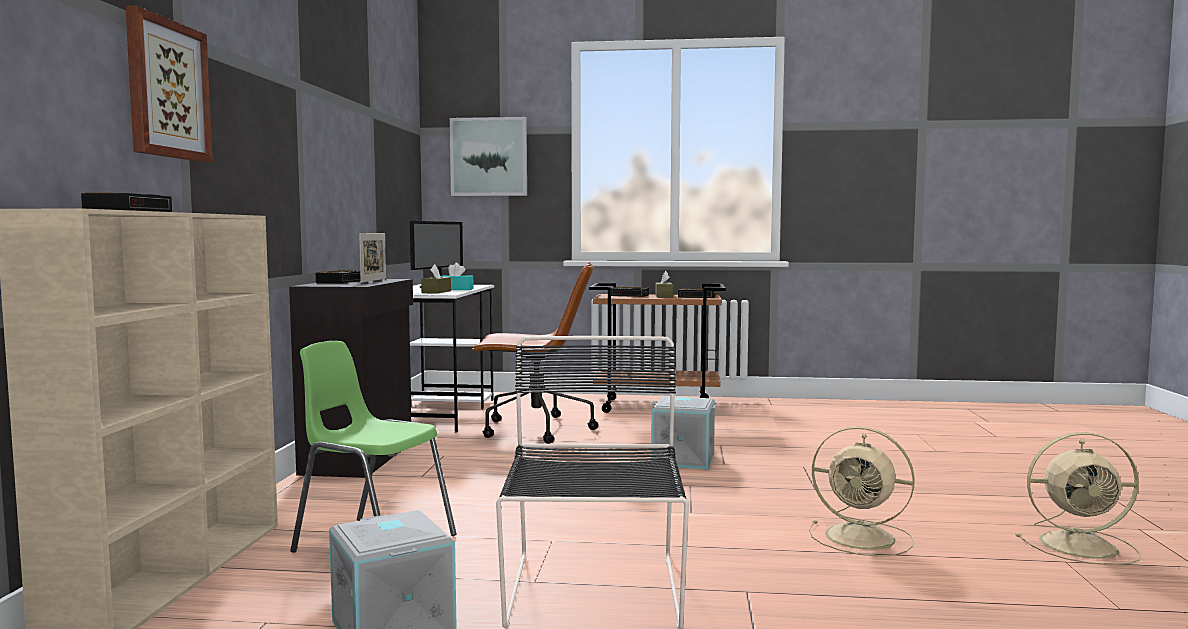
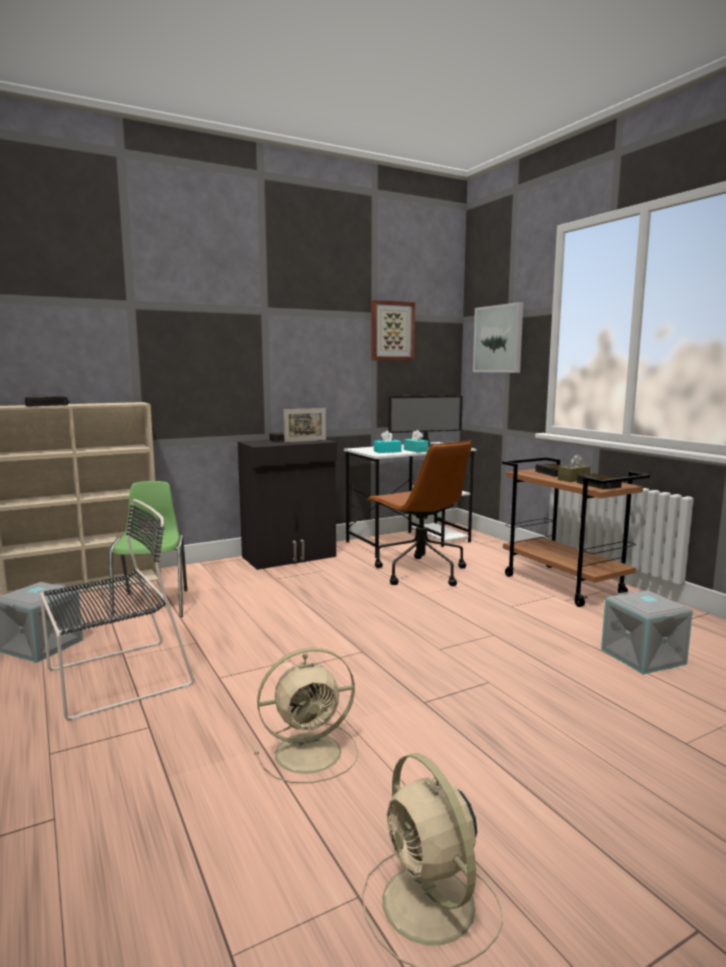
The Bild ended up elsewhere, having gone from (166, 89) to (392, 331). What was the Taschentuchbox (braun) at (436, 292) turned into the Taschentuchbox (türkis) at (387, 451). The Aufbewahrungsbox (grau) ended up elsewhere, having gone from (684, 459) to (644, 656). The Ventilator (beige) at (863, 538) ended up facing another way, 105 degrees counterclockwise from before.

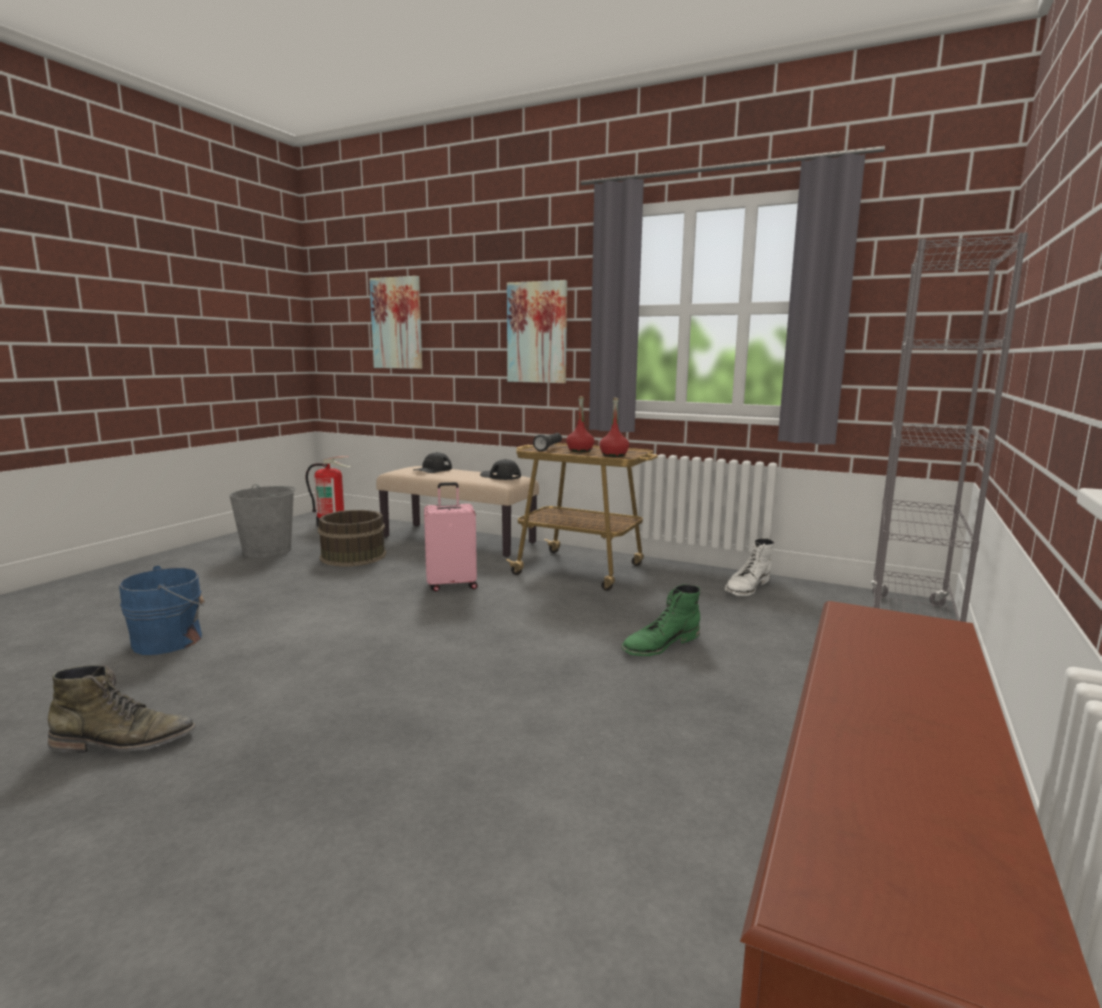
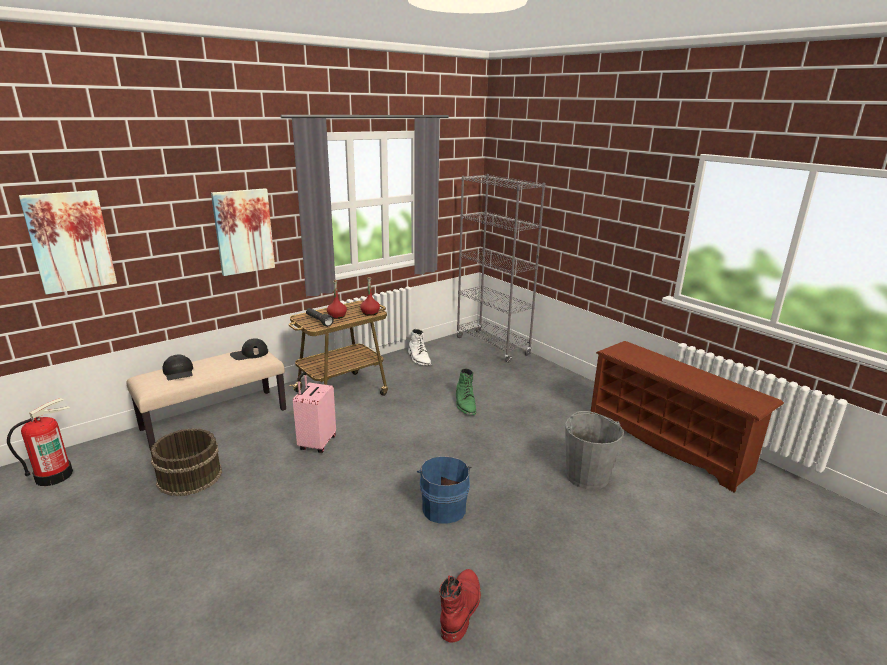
What was the Stiefel (grün) at (124, 742) turned into the Stiefel (rot) at (461, 608). The Eimer (blau) ended up elsewhere, having gone from (171, 640) to (444, 507). The Eimer (grau) ended up elsewhere, having gone from (268, 551) to (586, 475).

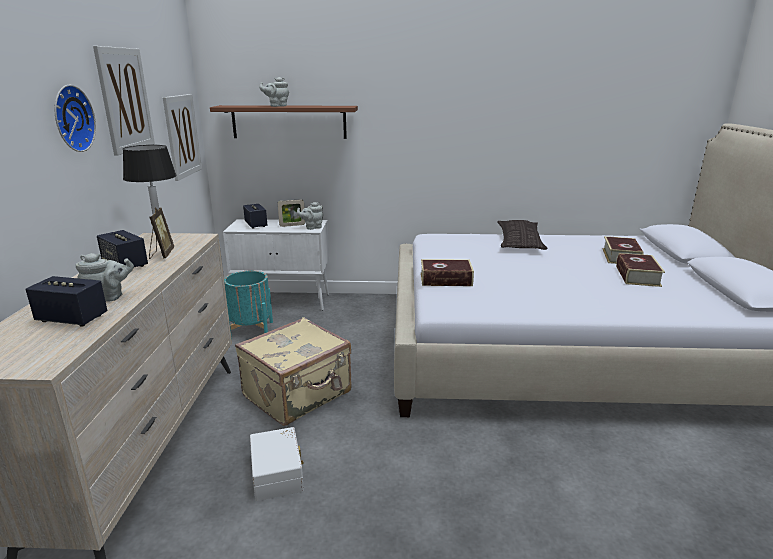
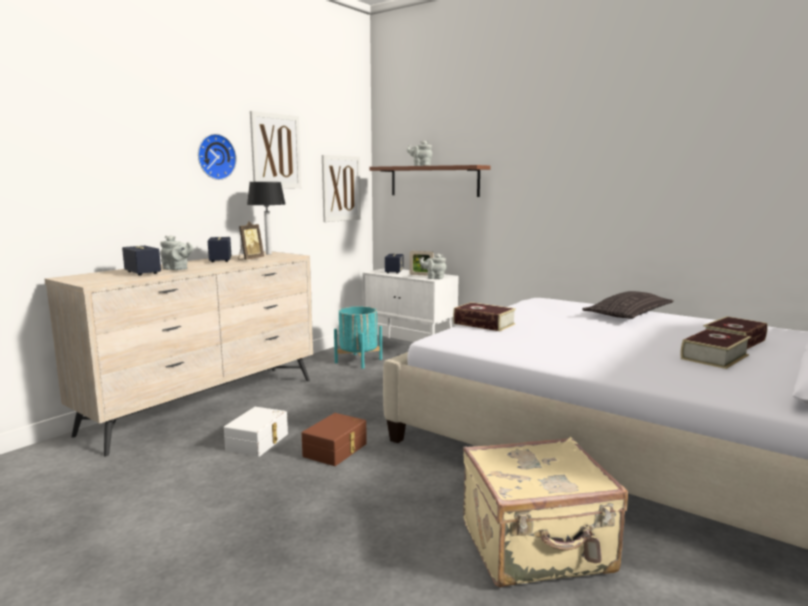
The Koffer (beige) ended up elsewhere, having gone from (298, 395) to (537, 549). The second view gained the Aufbewahrungsbox (braun) at (336, 450).

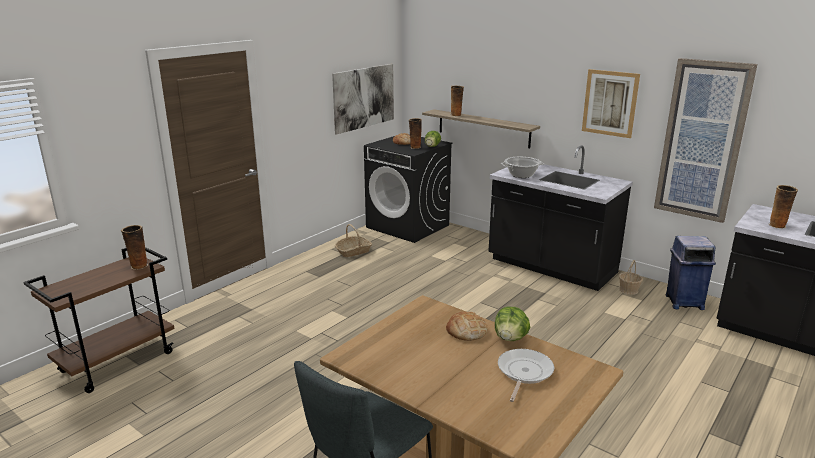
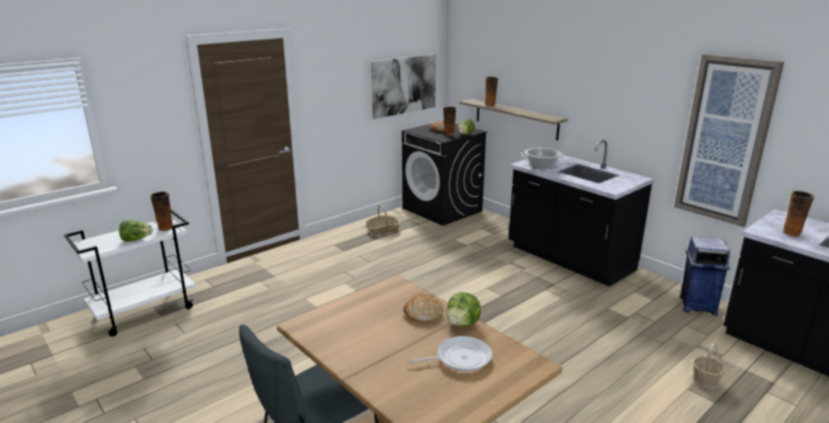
What was the Rollwagen (braun) at (118, 361) turned into the Rollwagen (weiß) at (145, 311). The Pfanne at (523, 372) ended up facing another way, 45 degrees clockwise from before. The second view lost the Bild at (610, 103). The Korb ended up elsewhere, having gone from (629, 290) to (705, 381). The second view gained the Salatkopf at (136, 239).

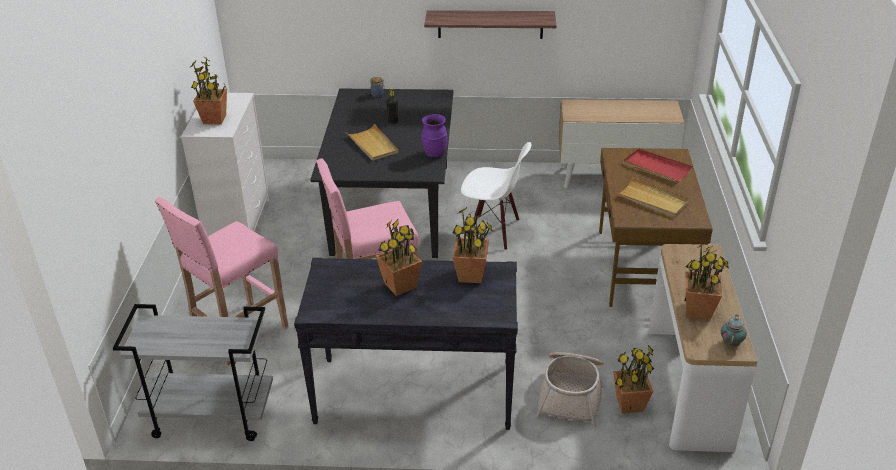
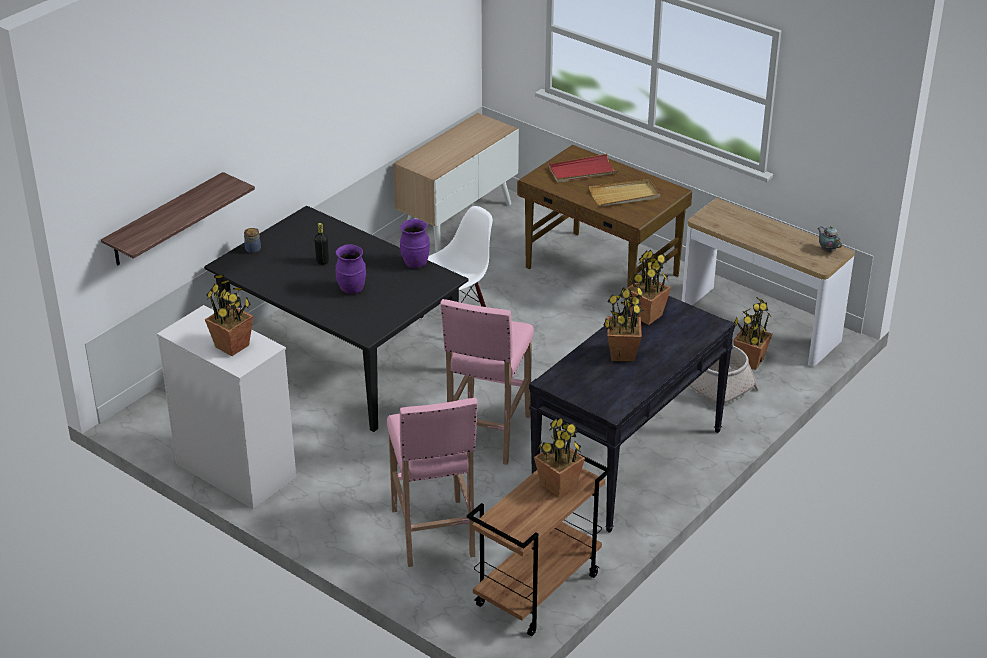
What was the Rollwagen (grau) at (210, 417) turned into the Rollwagen (braun) at (537, 591). Where the Tablett (beige) stood at (373, 145), the Vase (lila) came to stand at (352, 289). The Wandregal ended up elsewhere, having gone from (490, 24) to (165, 220). The Topfpflanze ended up elsewhere, having gone from (698, 310) to (558, 485).

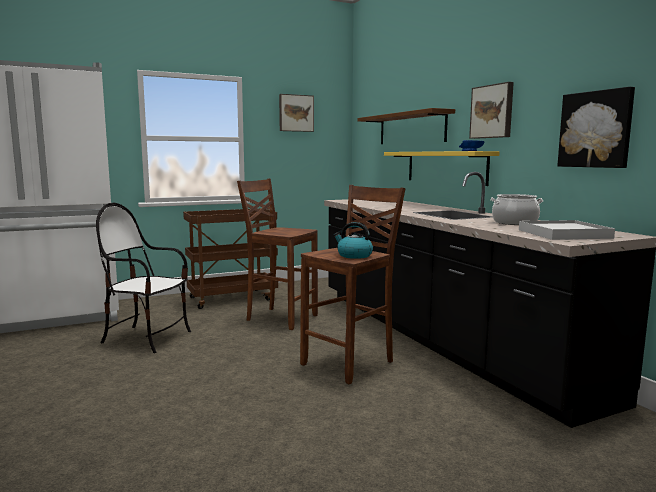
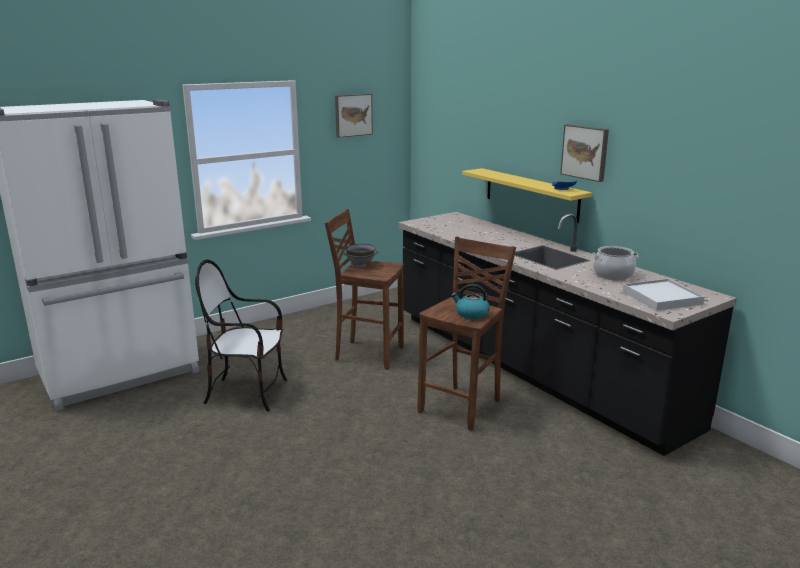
The second view lost the Rollwagen (braun) at (233, 298). The second view lost the Wandregal (braun) at (411, 128). The second view lost the Bild at (596, 129). The second view gained the Schüssel (grau) at (361, 265).

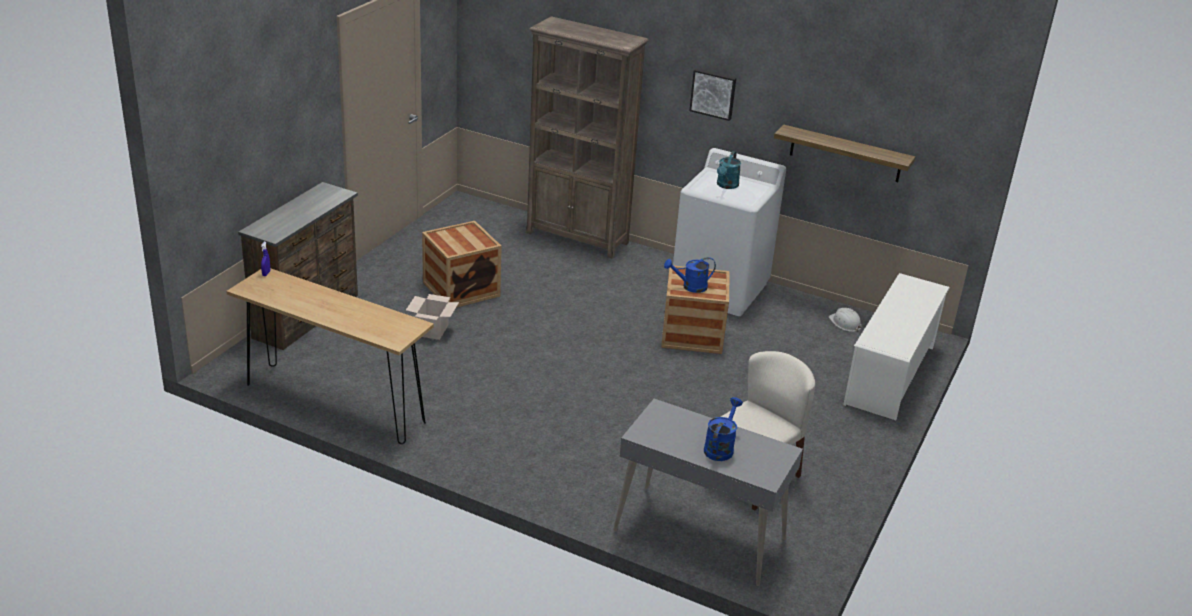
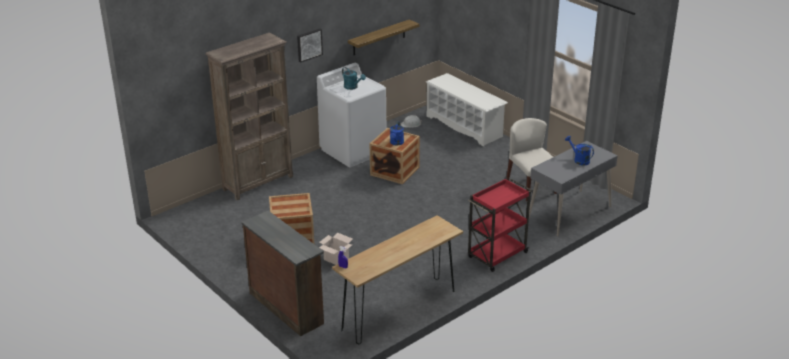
The second view gained the Rollwagen (rot) at (496, 255).

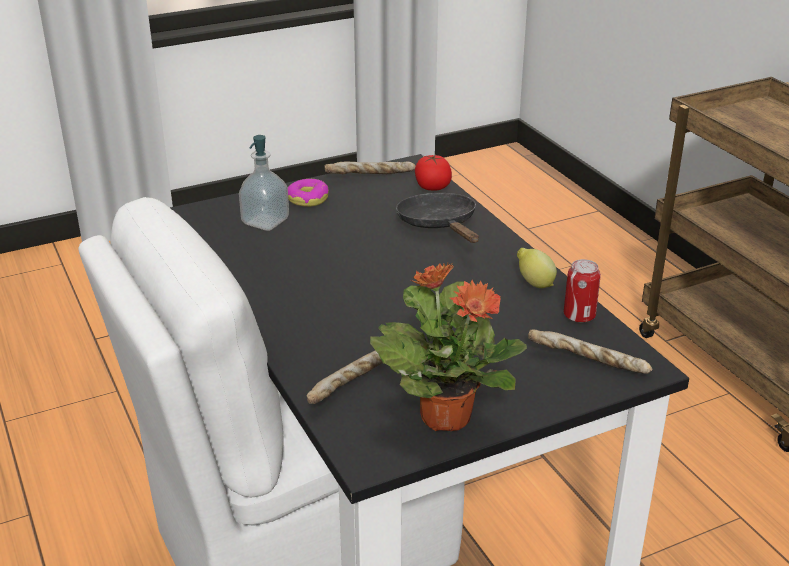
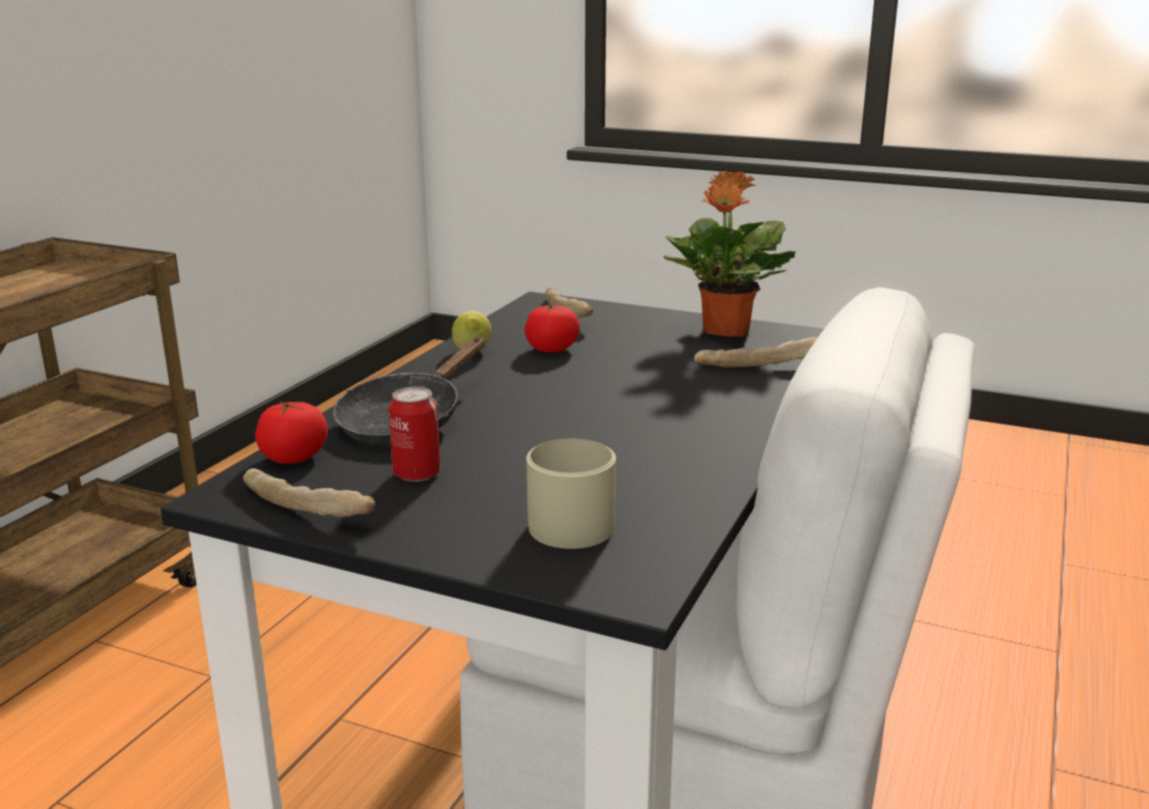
Where the Seifenspender stood at (265, 222), the Henkelbecher (beige) came to stand at (569, 521). The second view lost the Donut at (308, 199). The Dose ended up elsewhere, having gone from (579, 316) to (417, 474). The second view gained the Tomate at (552, 349).

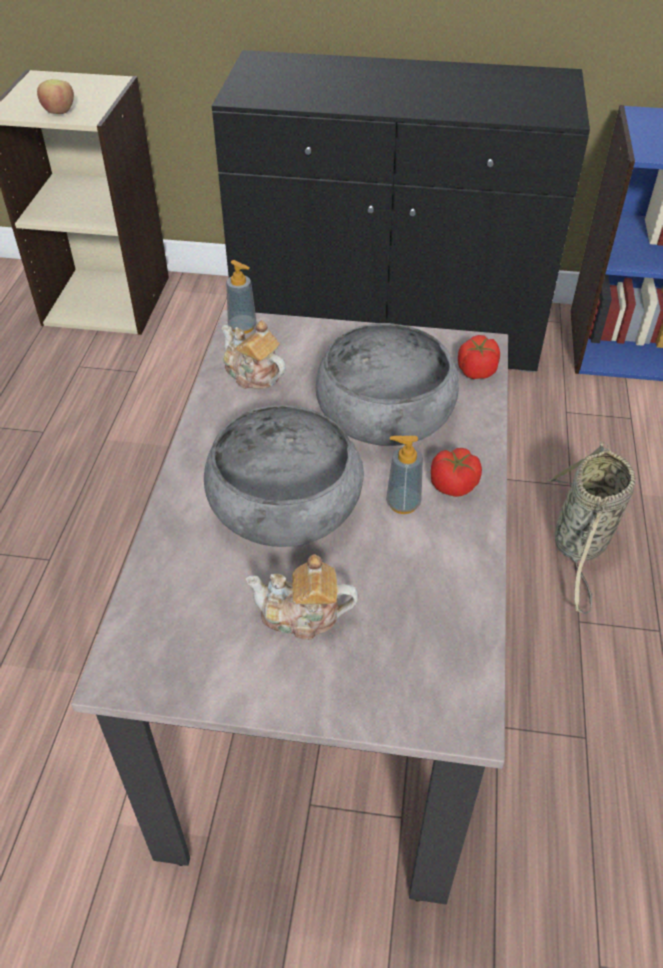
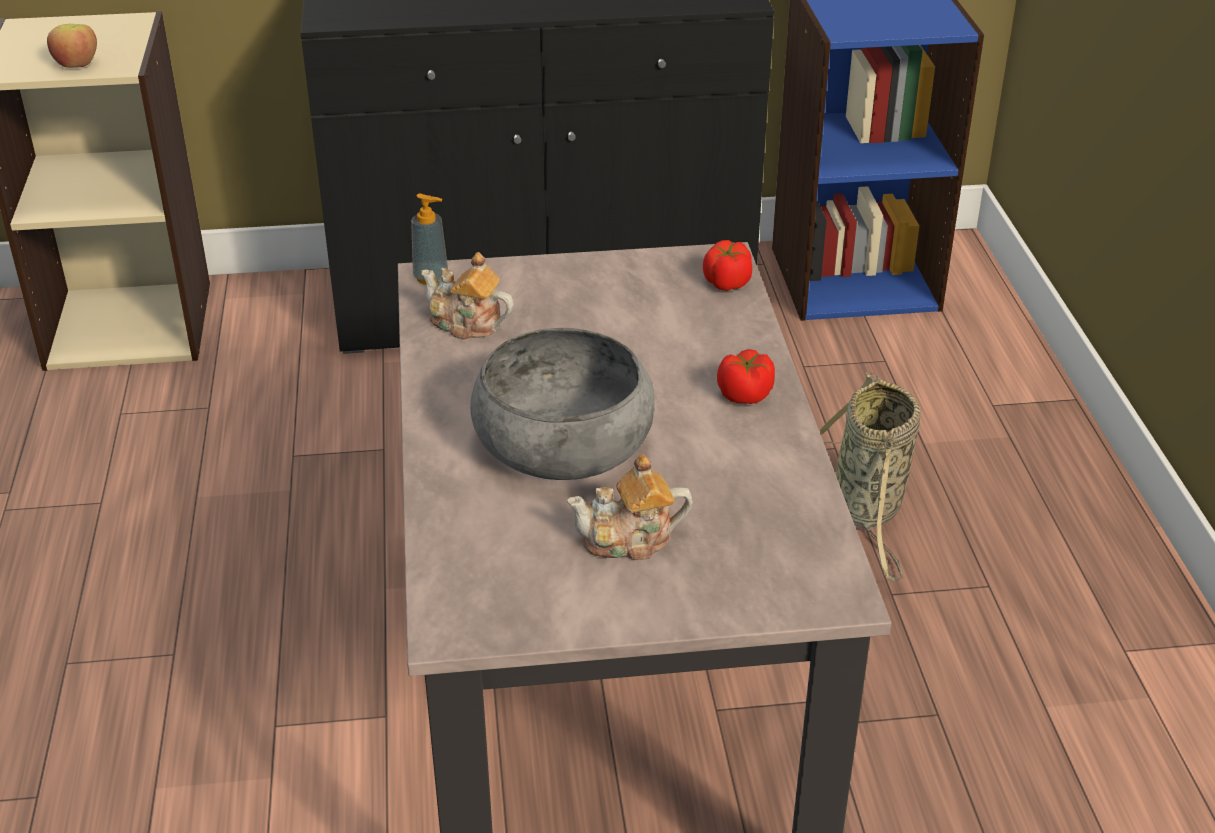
The second view lost the Schüssel (grau) at (384, 412). The second view lost the Seifenspender at (403, 503).

